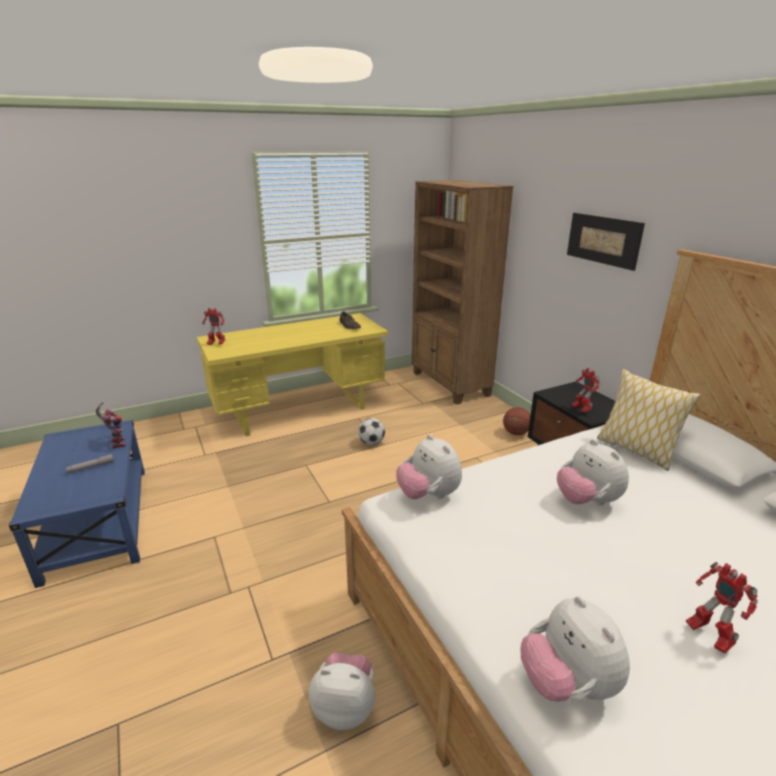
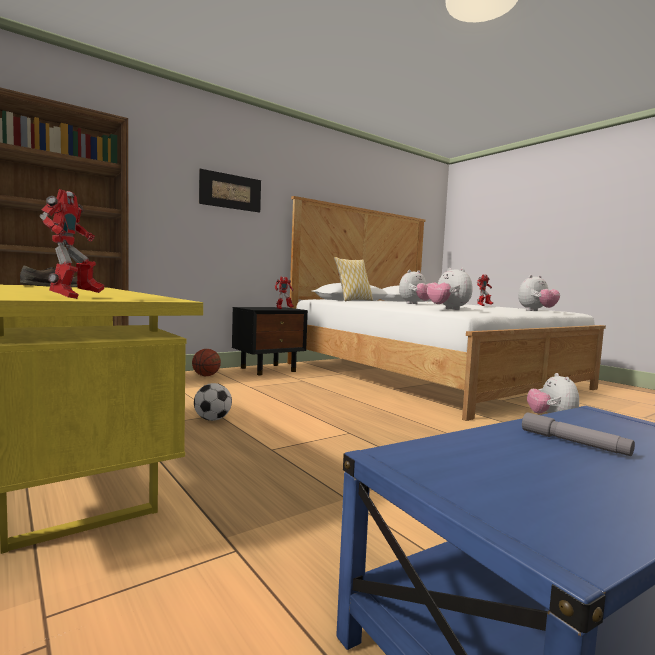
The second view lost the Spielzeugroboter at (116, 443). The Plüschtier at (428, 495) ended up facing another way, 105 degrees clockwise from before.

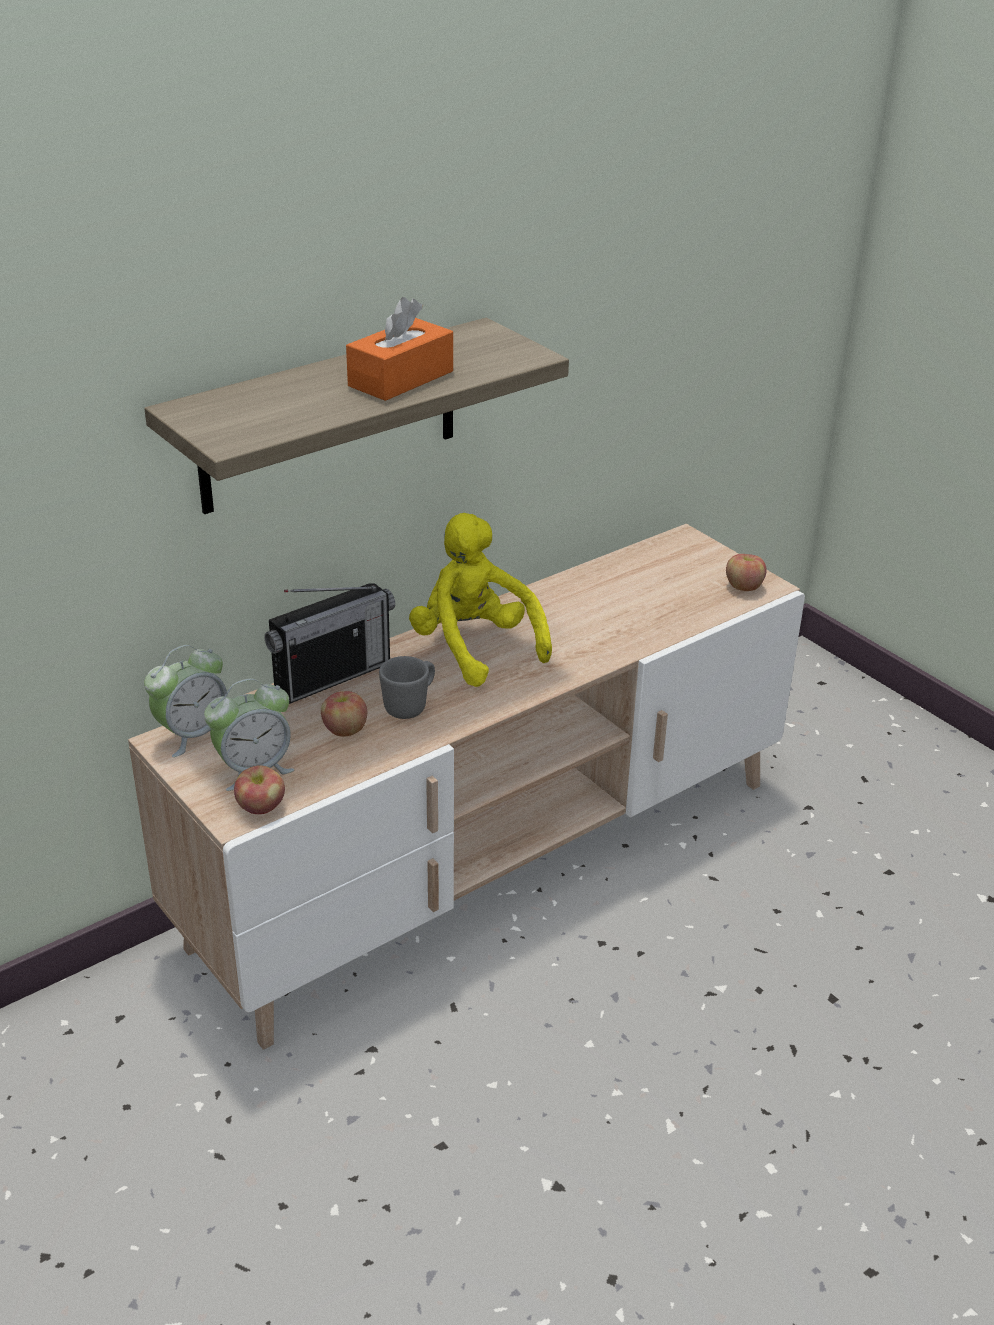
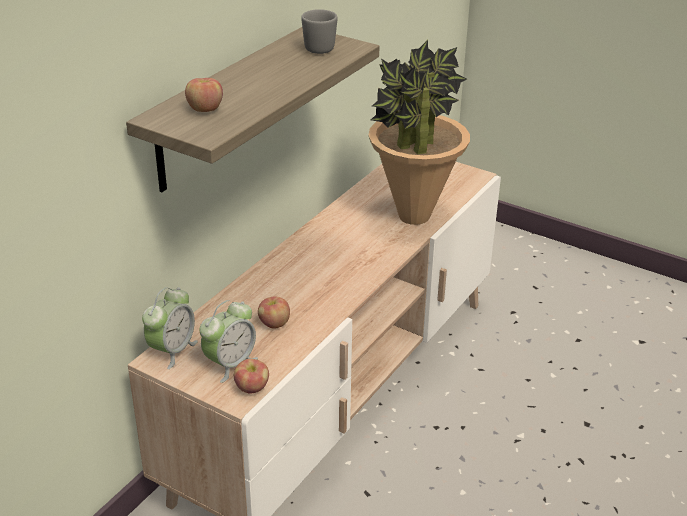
The second view lost the Radio at (332, 676). The second view lost the Taschentuchbox (orange) at (401, 378). The Henkelbecher (grau) ended up elsewhere, having gone from (410, 706) to (321, 47). The second view lost the Plüschtier (gelb) at (474, 648). The Apfel ended up elsewhere, having gone from (743, 587) to (205, 109). The second view gained the Topfpflanze at (413, 217).

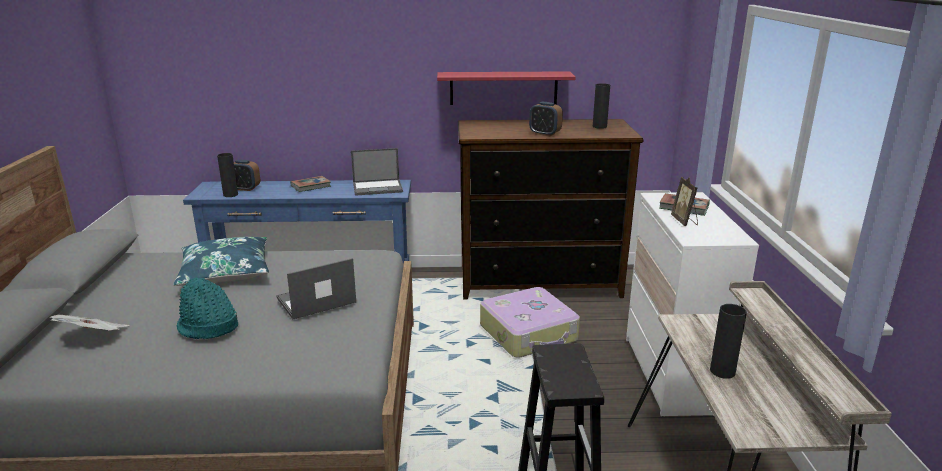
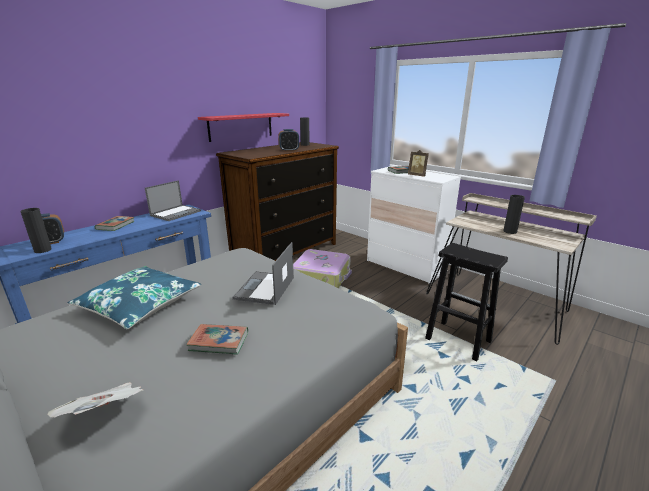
Where the Hut (türkis) stood at (208, 327), the Buch came to stand at (219, 342).

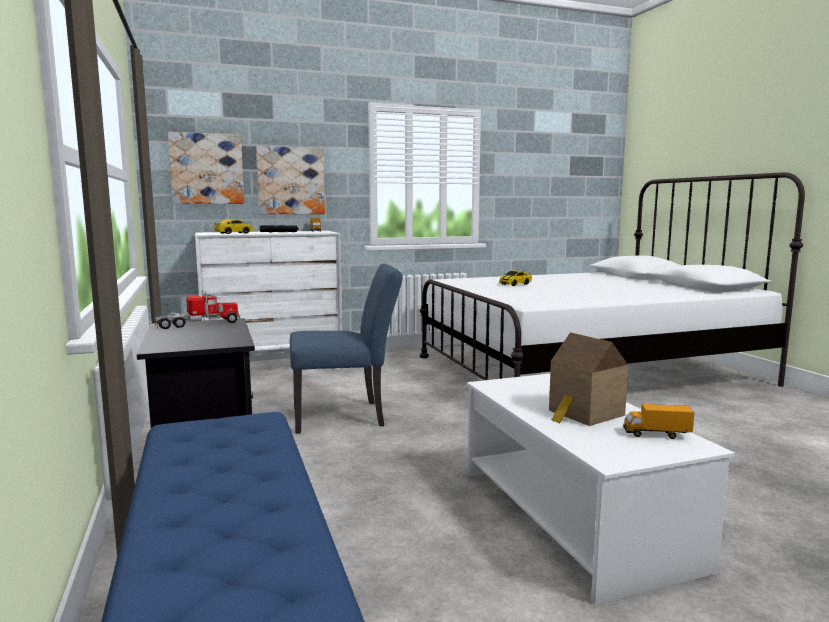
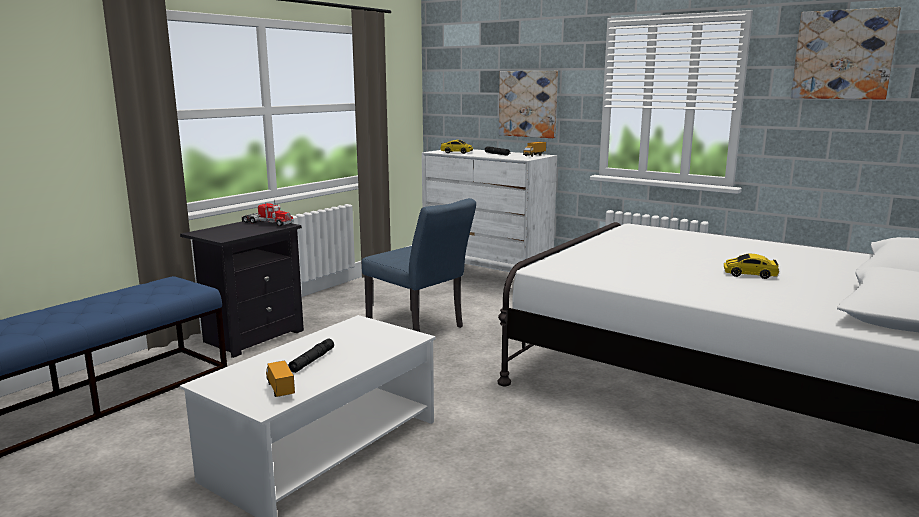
The Bild ended up elsewhere, having gone from (206, 169) to (843, 55). The Spielzeugauto ended up elsewhere, having gone from (515, 284) to (749, 274). Where the Spielzeughaus stood at (584, 414), the Taschenlampe (schwarz) came to stand at (312, 361).

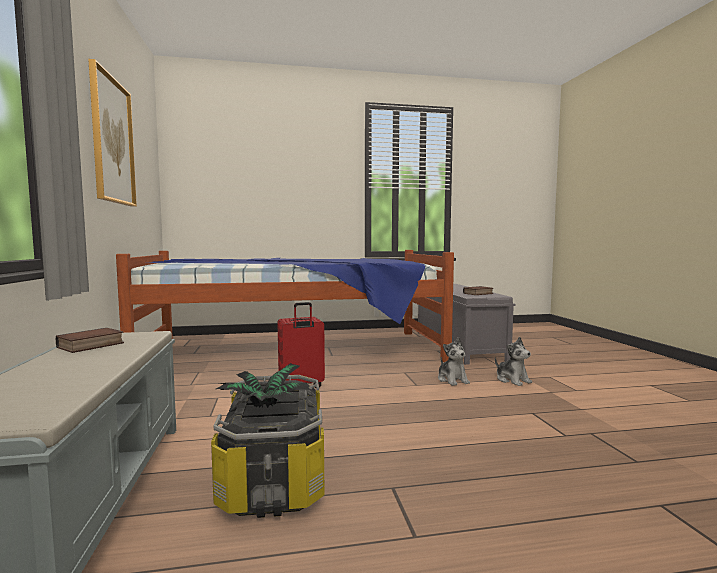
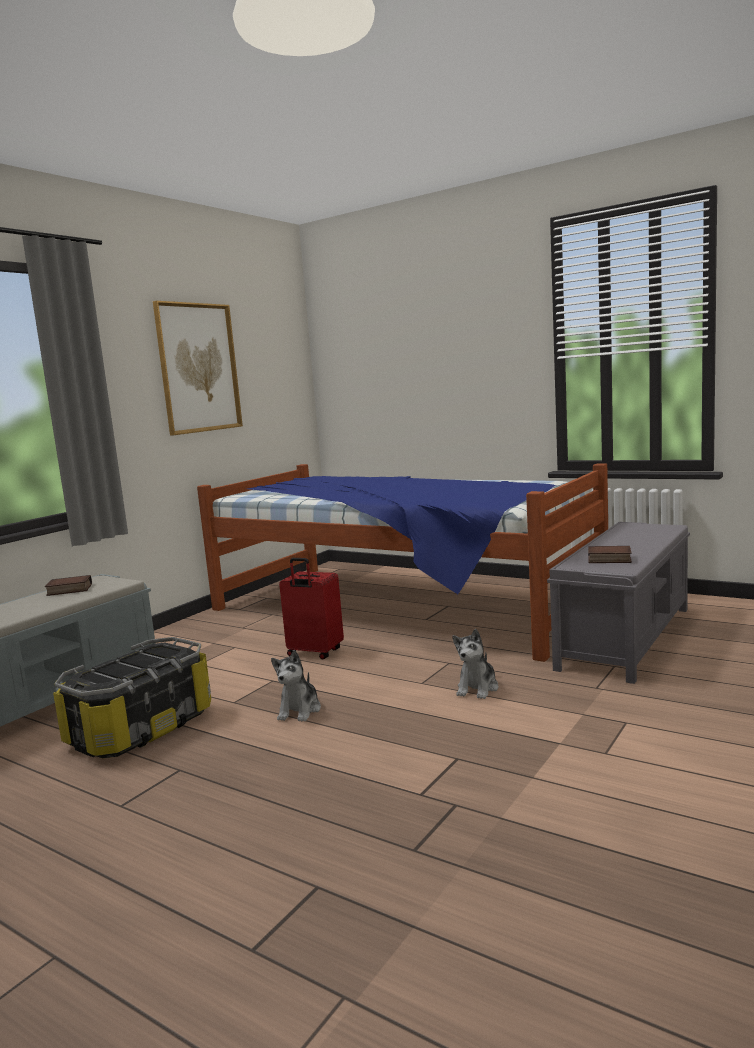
The second view lost the Topfpflanze at (264, 410). The Plüschtier ended up elsewhere, having gone from (512, 380) to (299, 710).

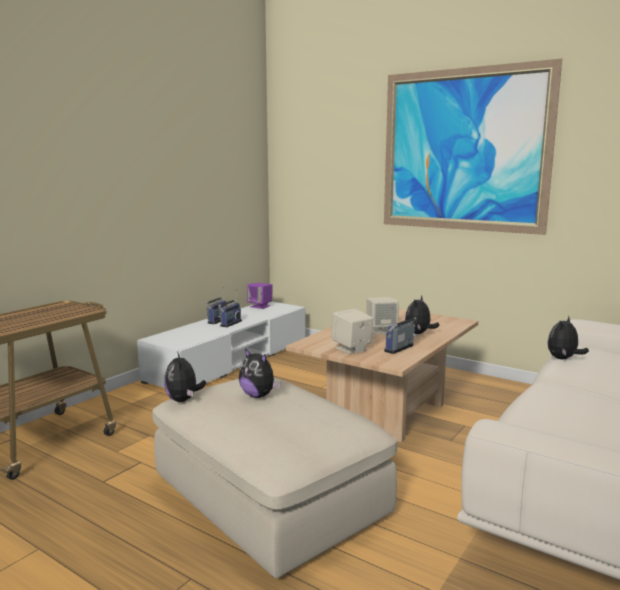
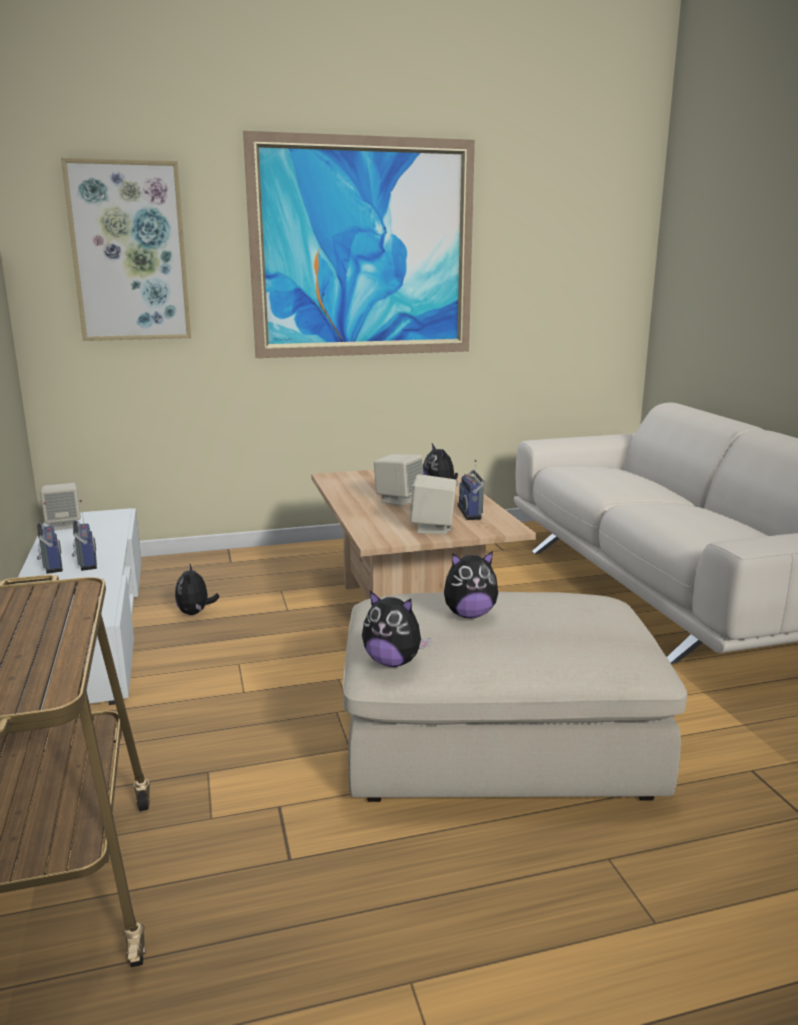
What was the Lautsprecher (lila) at (260, 306) turned into the Lautsprecher (beige) at (64, 525). The Plüschtier ended up elsewhere, having gone from (563, 359) to (195, 613). The second view gained the Bild at (129, 252).

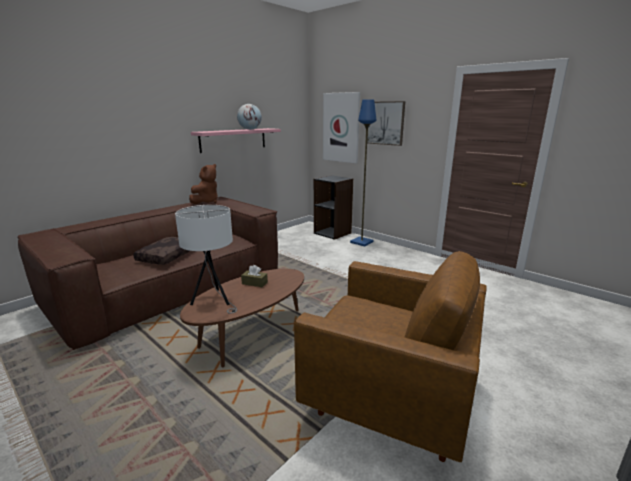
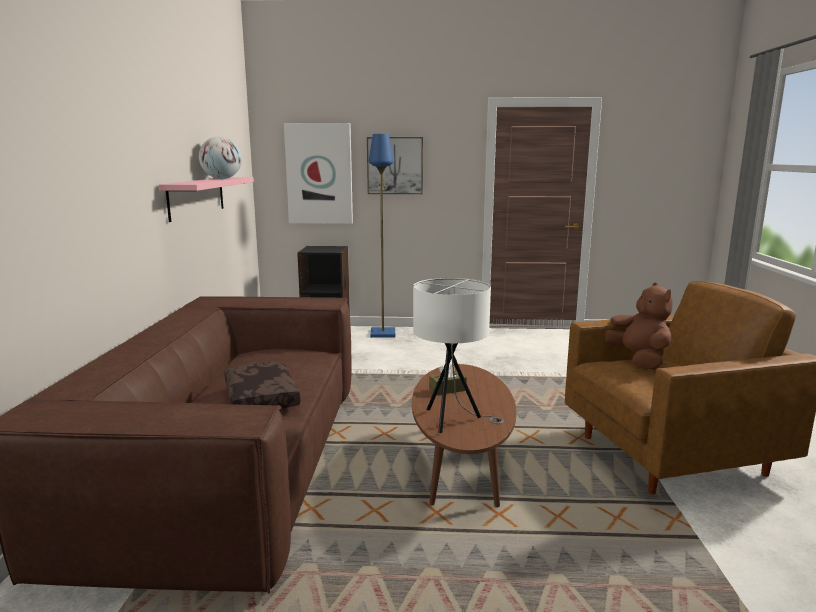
The Plüschtier (braun) ended up elsewhere, having gone from (206, 201) to (638, 360).

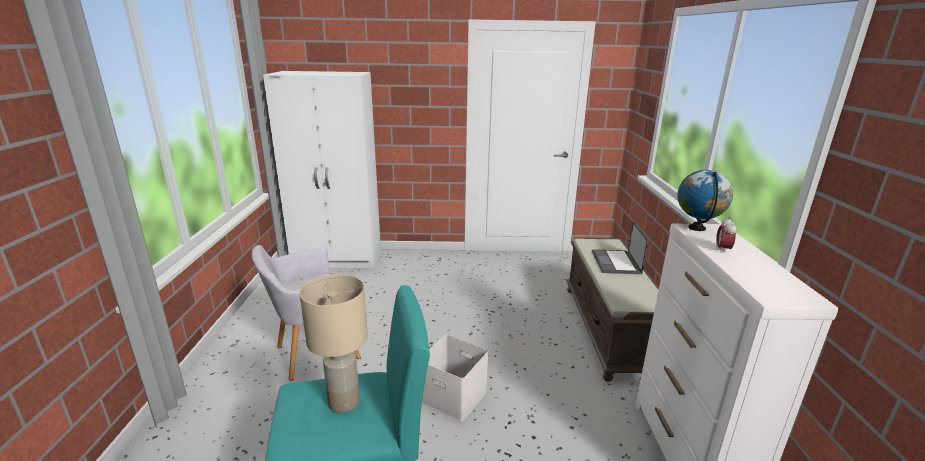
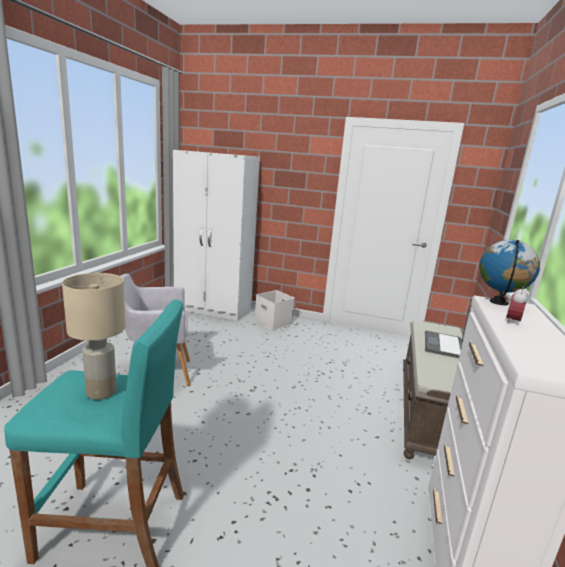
The Aufbewahrungsbox (weiß) ended up elsewhere, having gone from (455, 396) to (274, 322).

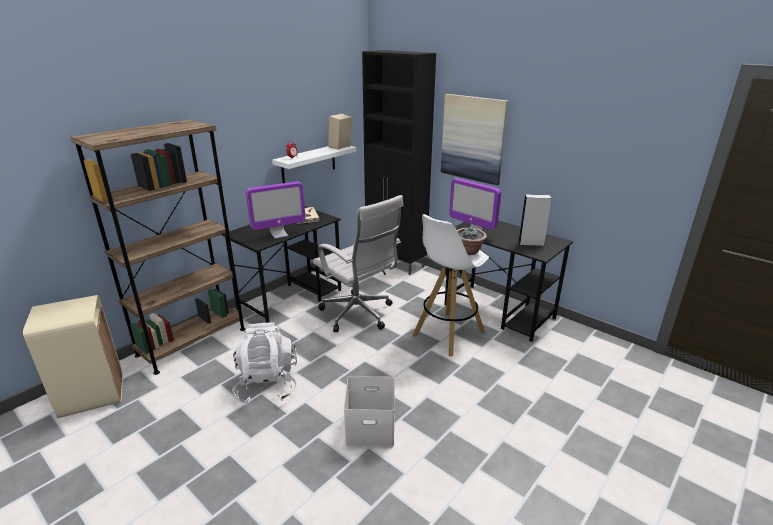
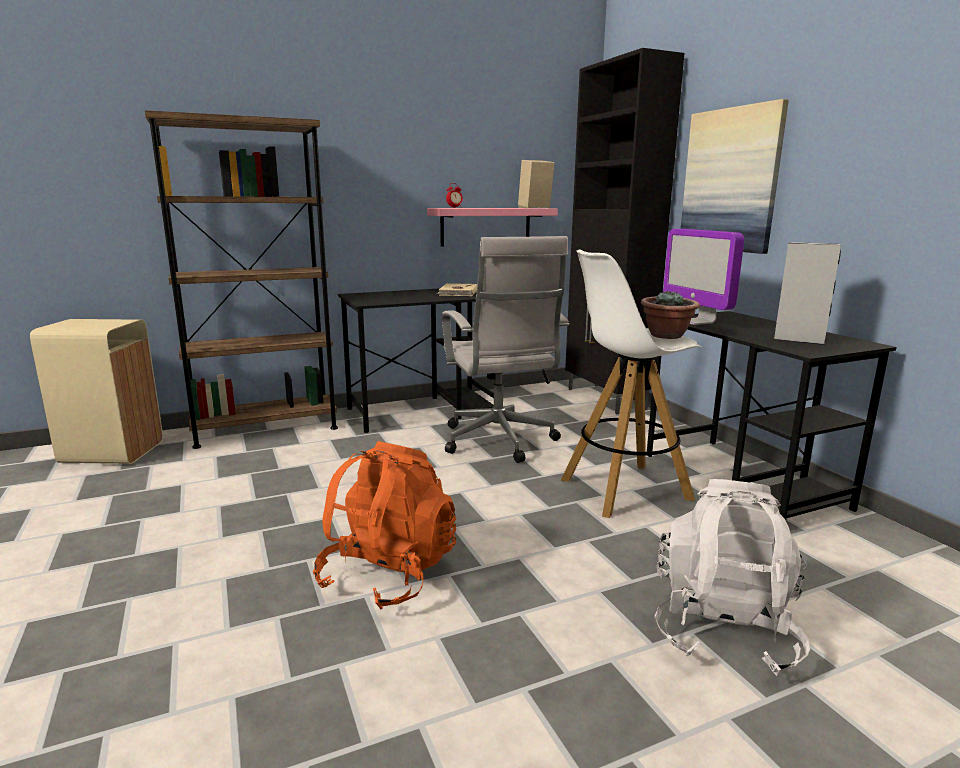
The Rucksack (weiß) ended up elsewhere, having gone from (267, 384) to (723, 628). The second view lost the Monitor at (279, 234). What was the Wandregal (weiß) at (308, 163) turned into the Wandregal (rosa) at (486, 226). Where the Aufbewahrungsbox (weiß) stood at (369, 429), the Rucksack (orange) came to stand at (388, 574).

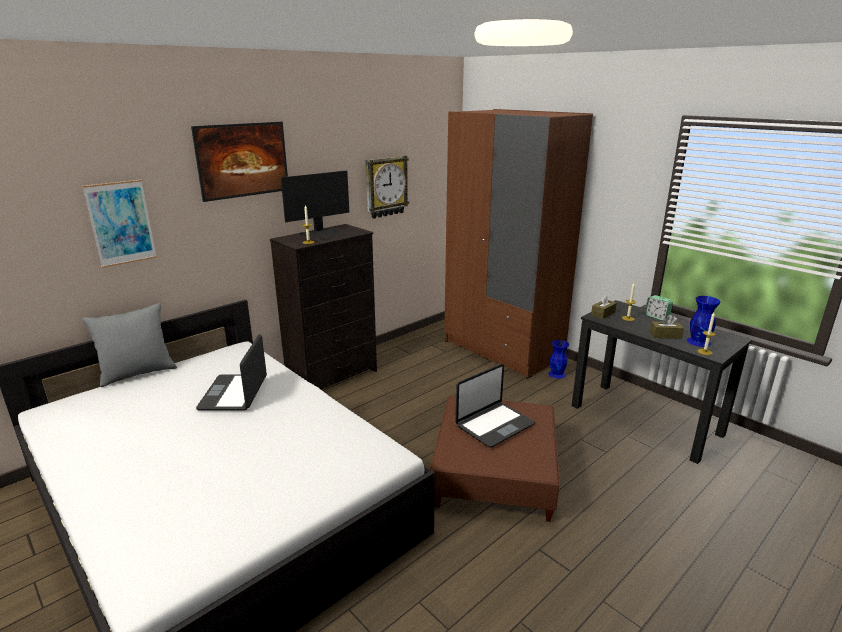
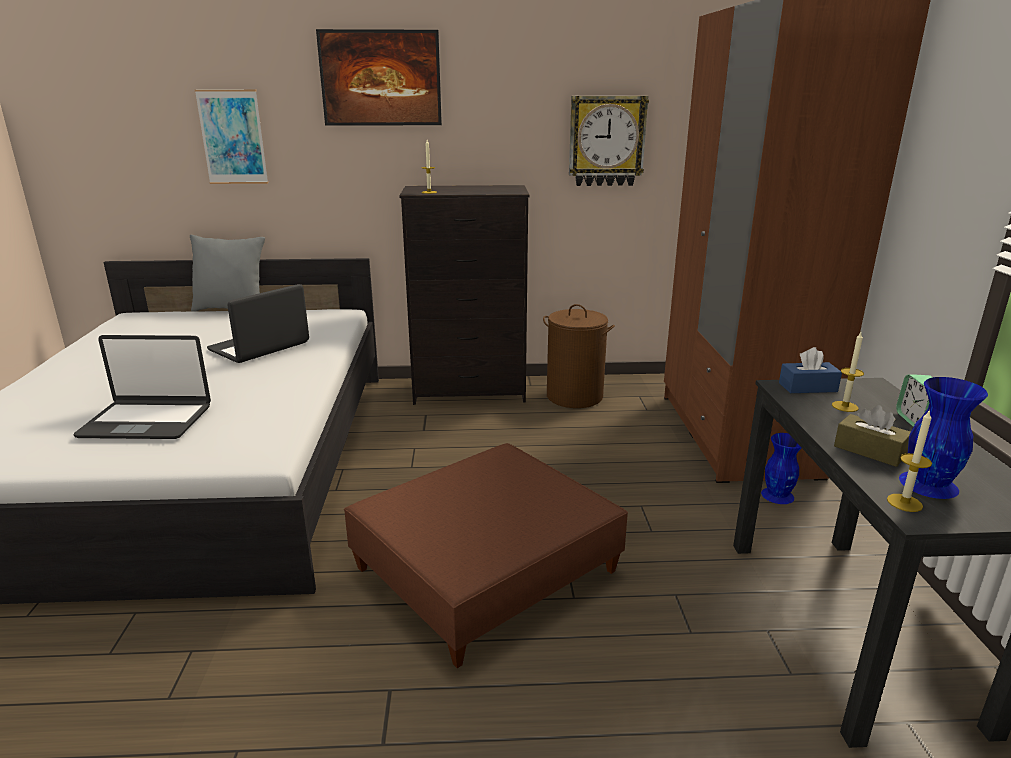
The second view lost the Monitor at (322, 233). The Laptop ended up elsewhere, having gone from (494, 424) to (147, 421). What was the Taschentuchbox (braun) at (603, 314) turned into the Taschentuchbox (blau) at (808, 387). The second view gained the Wäschekorb (braun) at (575, 396).

